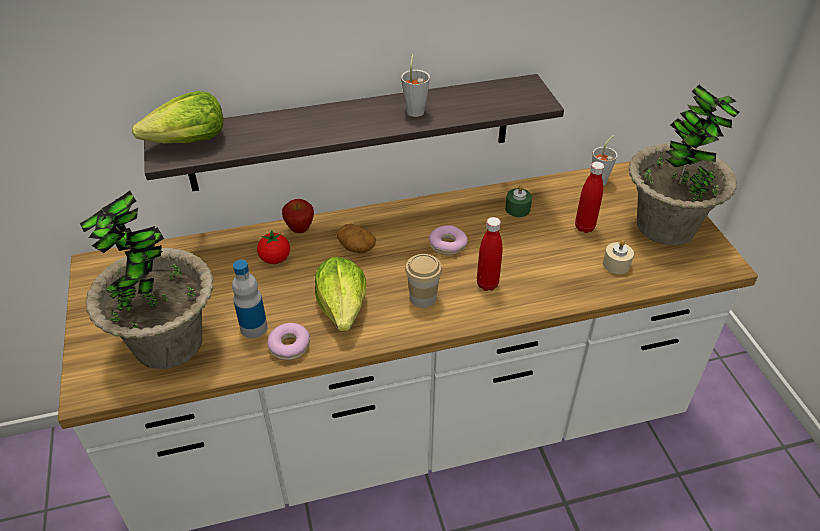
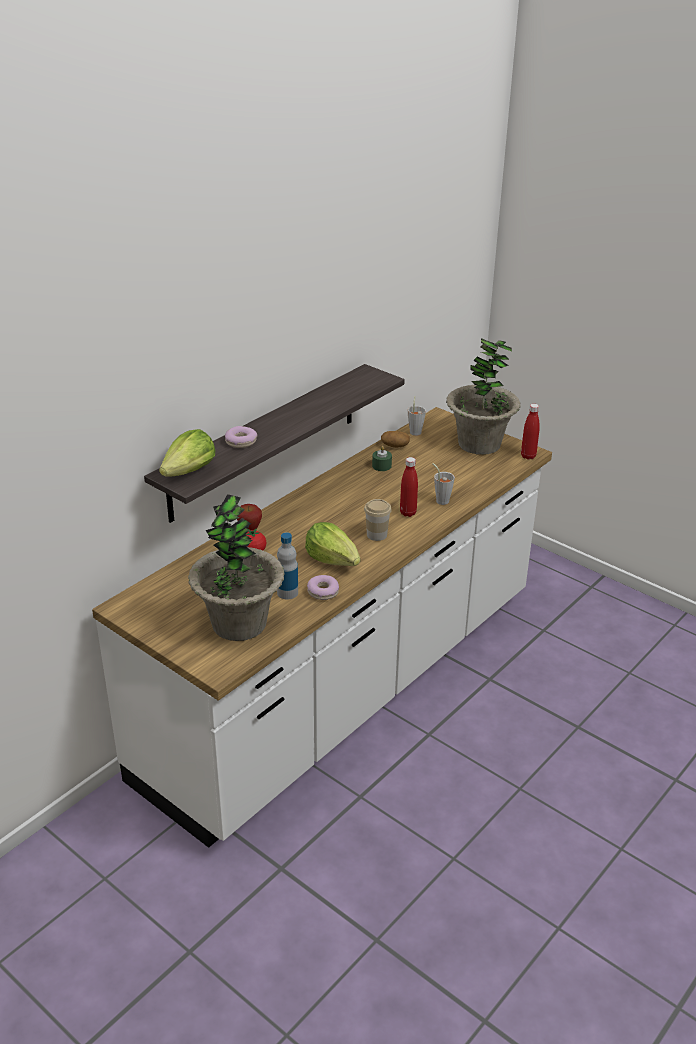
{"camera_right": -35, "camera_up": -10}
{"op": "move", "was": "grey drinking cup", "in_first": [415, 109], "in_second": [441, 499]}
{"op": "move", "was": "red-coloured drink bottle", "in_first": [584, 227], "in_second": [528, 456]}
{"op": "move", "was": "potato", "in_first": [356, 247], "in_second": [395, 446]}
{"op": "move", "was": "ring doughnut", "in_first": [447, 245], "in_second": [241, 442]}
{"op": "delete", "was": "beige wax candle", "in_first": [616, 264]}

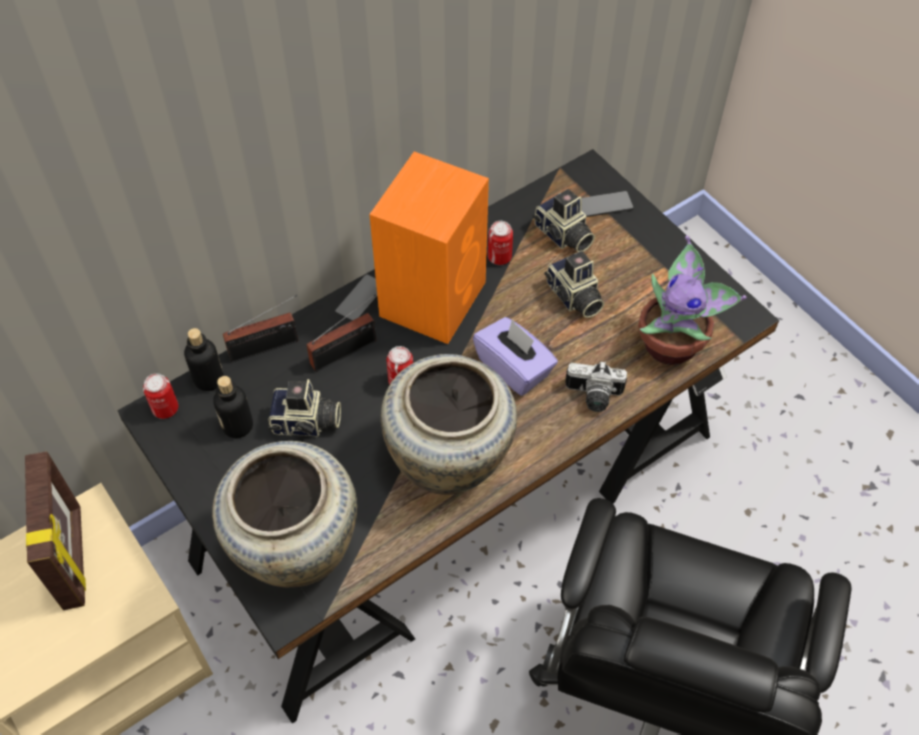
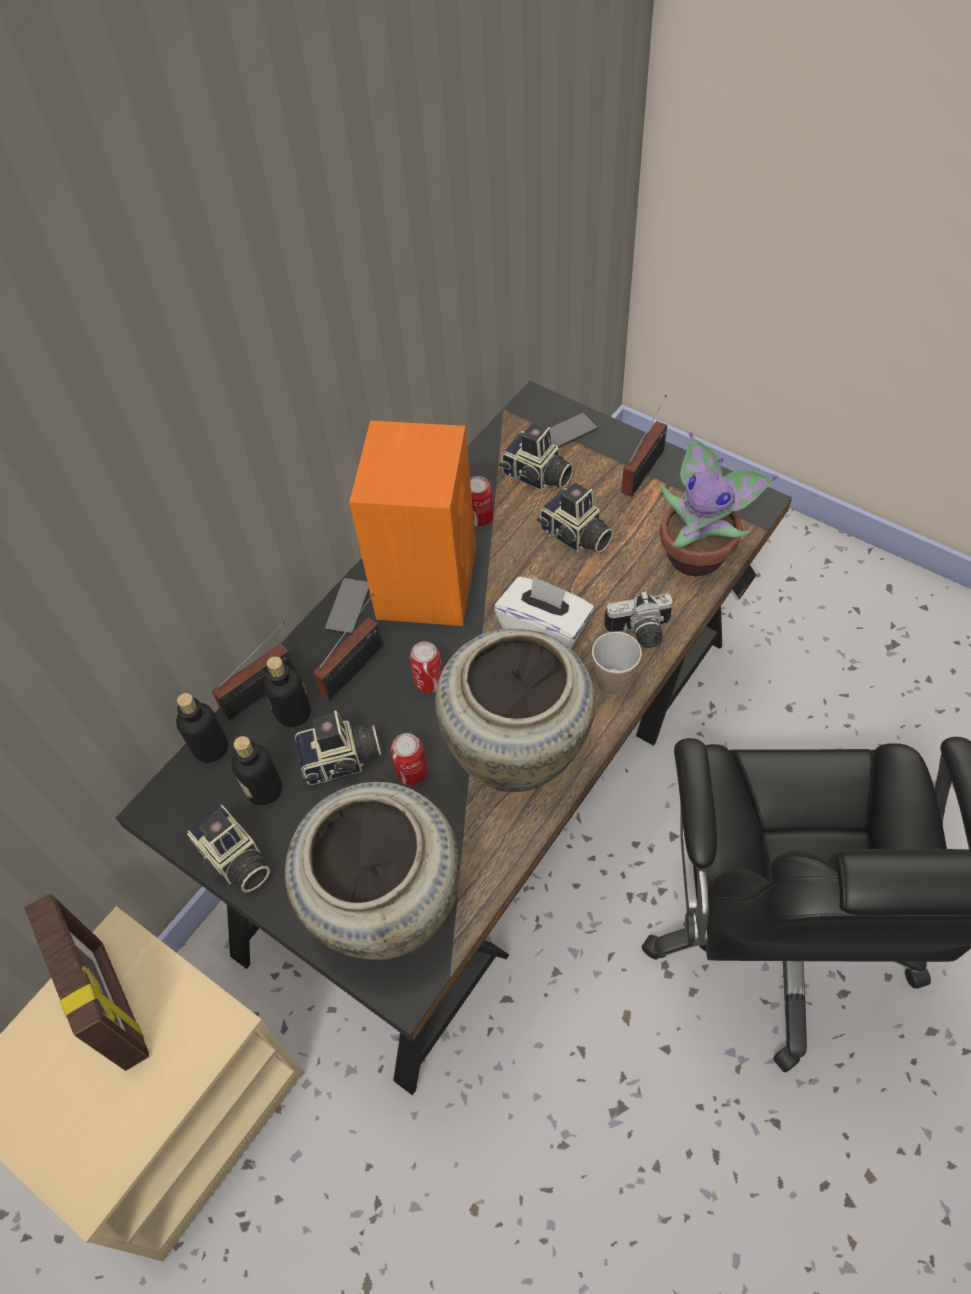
{"camera_right": -15, "camera_up": 0}
{"op": "recolor", "was": "purplish tissue box", "now": "white-coloured tissue box", "in_first": [514, 368], "in_second": [544, 629]}
{"op": "move", "was": "sealed can", "in_first": [165, 409], "in_second": [412, 772]}
{"op": "insert", "now": "radio receiver", "in_second": [645, 469]}
{"op": "insert", "now": "drinking cup", "in_second": [613, 682]}
{"op": "insert", "now": "drink bottle", "in_second": [293, 713]}
{"op": "insert", "now": "photo camera", "in_second": [234, 861]}

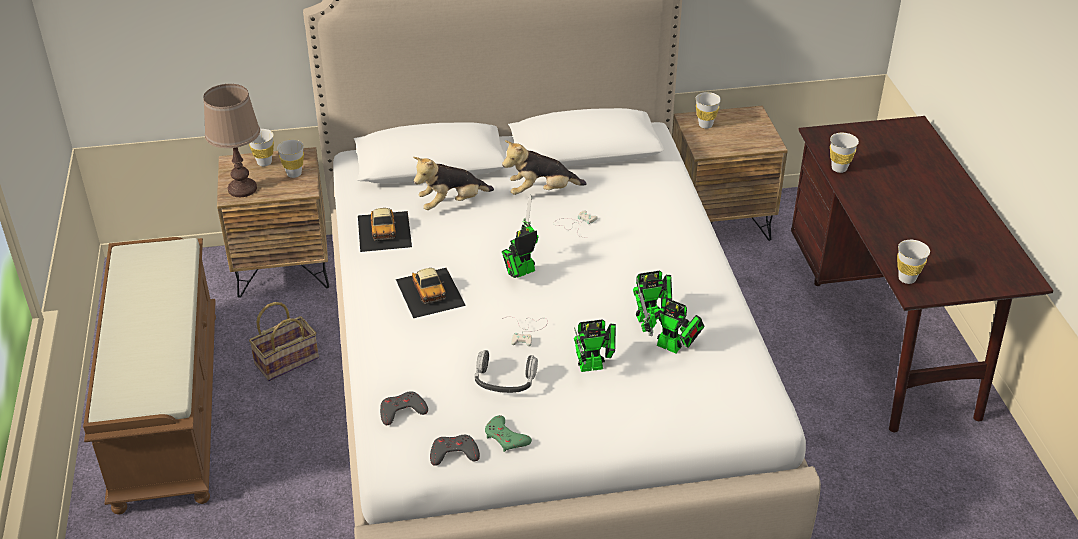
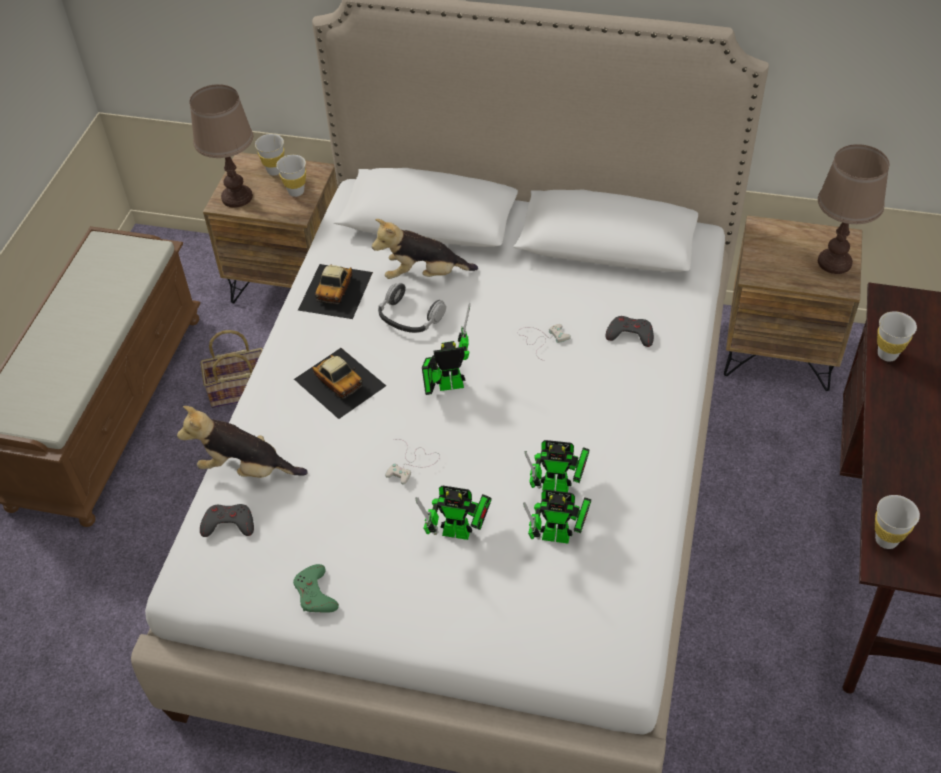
{"camera_right": 25, "camera_up": 10}
{"op": "delete", "was": "white-coloured drinking cup", "in_first": [705, 125]}
{"op": "move", "was": "soft toy", "in_first": [541, 192], "in_second": [246, 469]}
{"op": "rotate", "was": "miniature car", "in_first": [430, 292], "in_second": [340, 382], "clockwise": -45}
{"op": "rotate", "was": "robot figure", "in_first": [672, 348], "in_second": [560, 537], "clockwise": -45}
{"op": "move", "was": "headphones", "in_first": [505, 380], "in_second": [410, 317]}
{"op": "move", "was": "grey gamepad", "in_first": [454, 453], "in_second": [630, 334]}
{"op": "insert", "now": "brownish tabletop lamp", "in_second": [834, 262]}

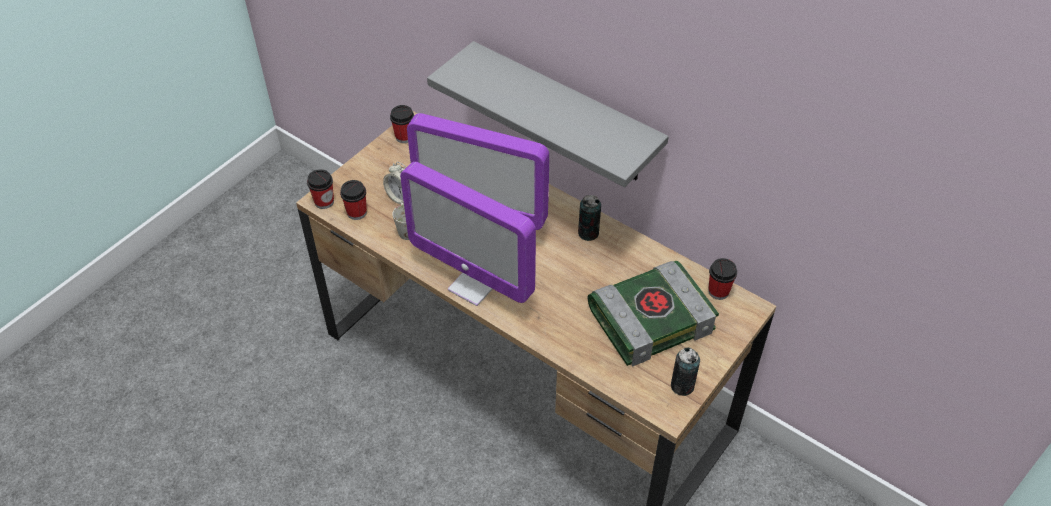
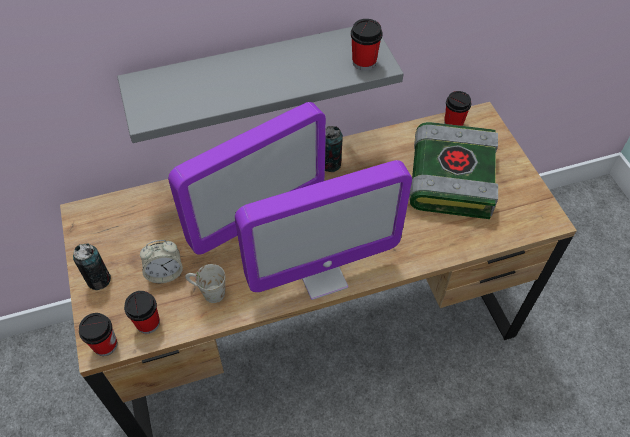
{"camera_right": -55, "camera_up": 5}
{"op": "move", "was": "drinking cup", "in_first": [404, 137], "in_second": [364, 62]}
{"op": "move", "was": "sealed can", "in_first": [682, 386], "in_second": [99, 280]}

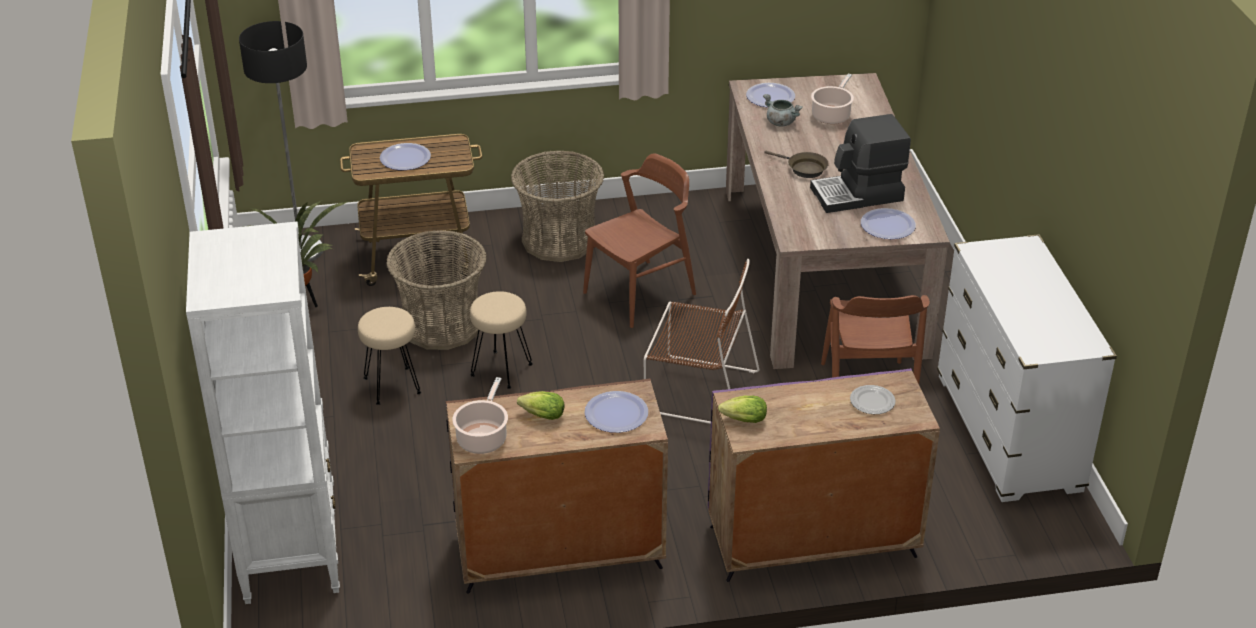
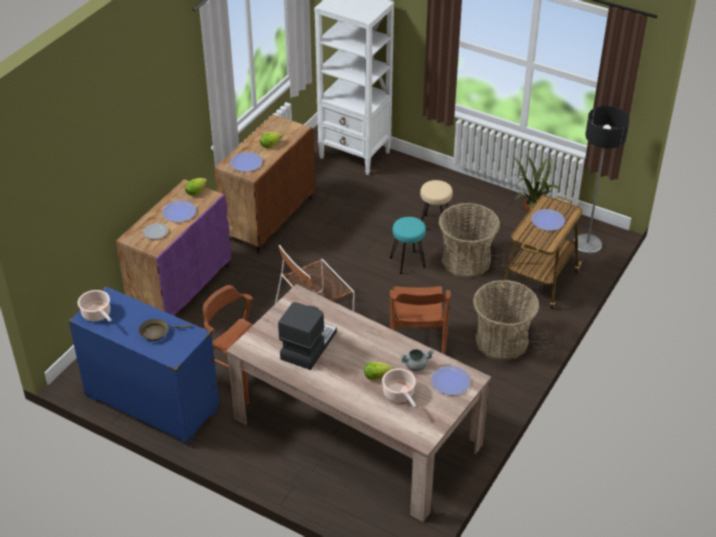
{"camera_right": 130, "camera_up": 5}
{"op": "move", "was": "brownish frying pan", "in_first": [804, 169], "in_second": [157, 332]}
{"op": "move", "was": "flat dish", "in_first": [887, 225], "in_second": [179, 212]}
{"op": "recolor", "was": "white-coloured chest of drawers", "now": "bluish chest of drawers", "in_first": [1008, 433], "in_second": [152, 403]}
{"op": "recolor", "was": "beige sitting stool", "now": "blue-green sitting stool", "in_first": [501, 369], "in_second": [408, 262]}
{"op": "move", "was": "stockpot", "in_first": [483, 437], "in_second": [97, 314]}
{"op": "insert", "now": "lettuce head", "in_second": [378, 376]}

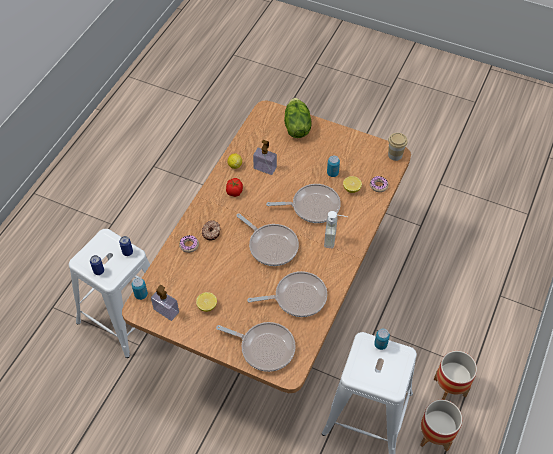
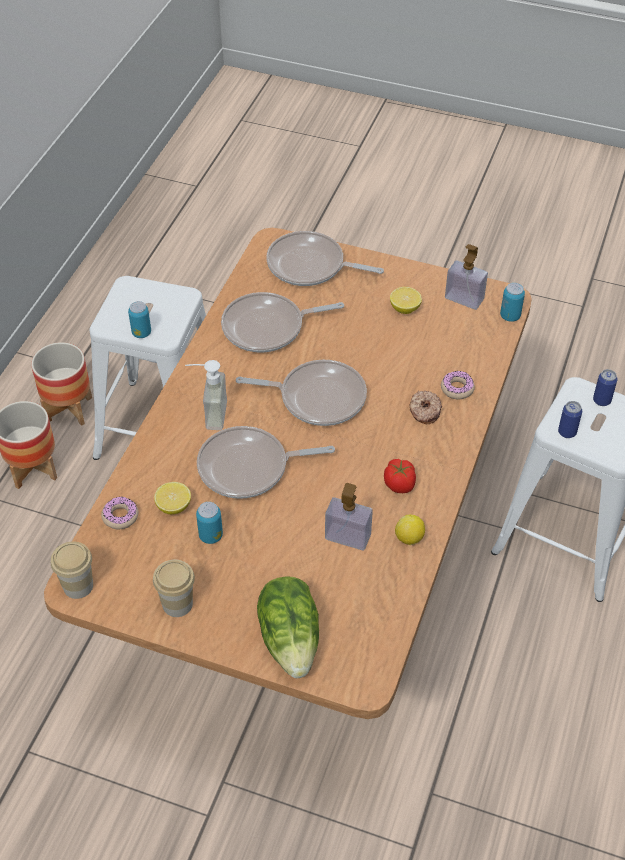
{"camera_right": 175, "camera_up": -5}
{"op": "rotate", "was": "frying pan", "in_first": [271, 245], "in_second": [317, 397], "clockwise": 150}
{"op": "insert", "now": "drinking cup", "in_second": [177, 604]}

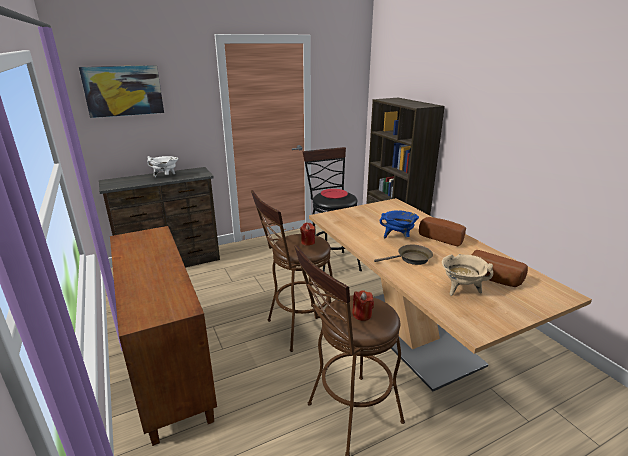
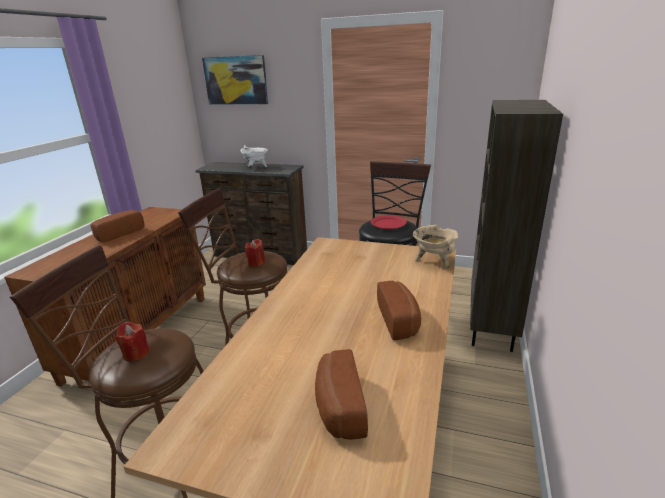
{"camera_right": 45, "camera_up": 0}
{"op": "delete", "was": "bluish stockpot", "in_first": [398, 237]}
{"op": "delete", "was": "brownish frying pan", "in_first": [411, 259]}
{"op": "move", "was": "beige stockpot", "in_first": [461, 290], "in_second": [434, 261]}
{"op": "insert", "now": "baked bread", "in_second": [118, 233]}

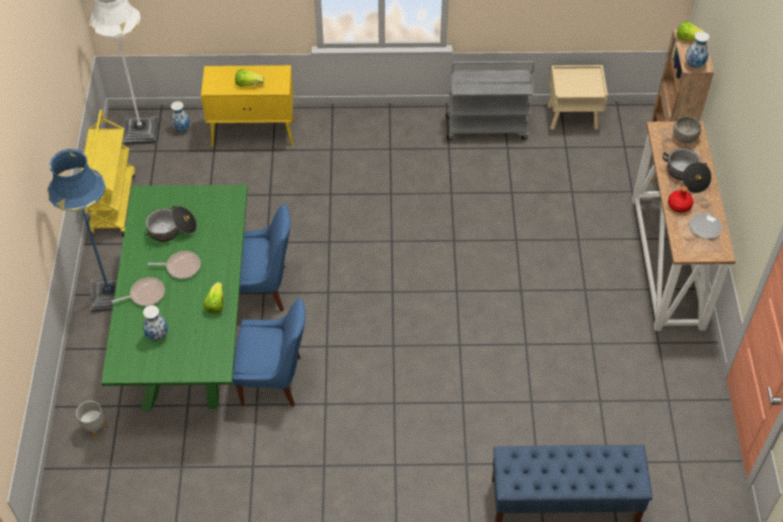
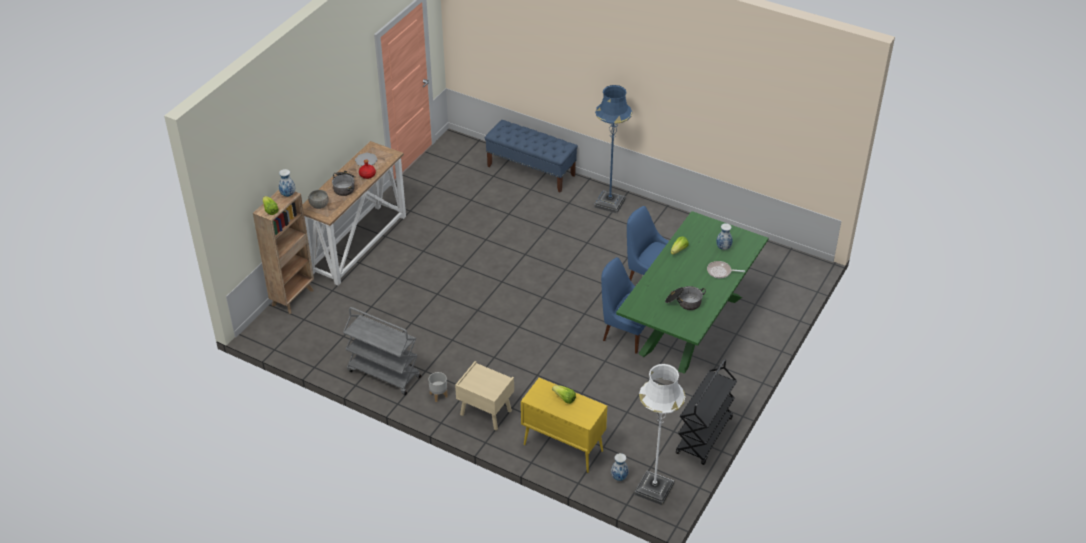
{"camera_right": -150, "camera_up": -10}
{"op": "move", "was": "beige night table", "in_first": [573, 117], "in_second": [485, 413]}
{"op": "recolor", "was": "yellow cart", "now": "black-coloured cart", "in_first": [112, 203], "in_second": [704, 436]}
{"op": "move", "was": "bluish standard lamp", "in_first": [110, 296], "in_second": [610, 203]}
{"op": "delete", "was": "frying pan", "in_first": [181, 267]}
{"op": "move", "was": "grey plant pot", "in_first": [94, 428], "in_second": [438, 395]}

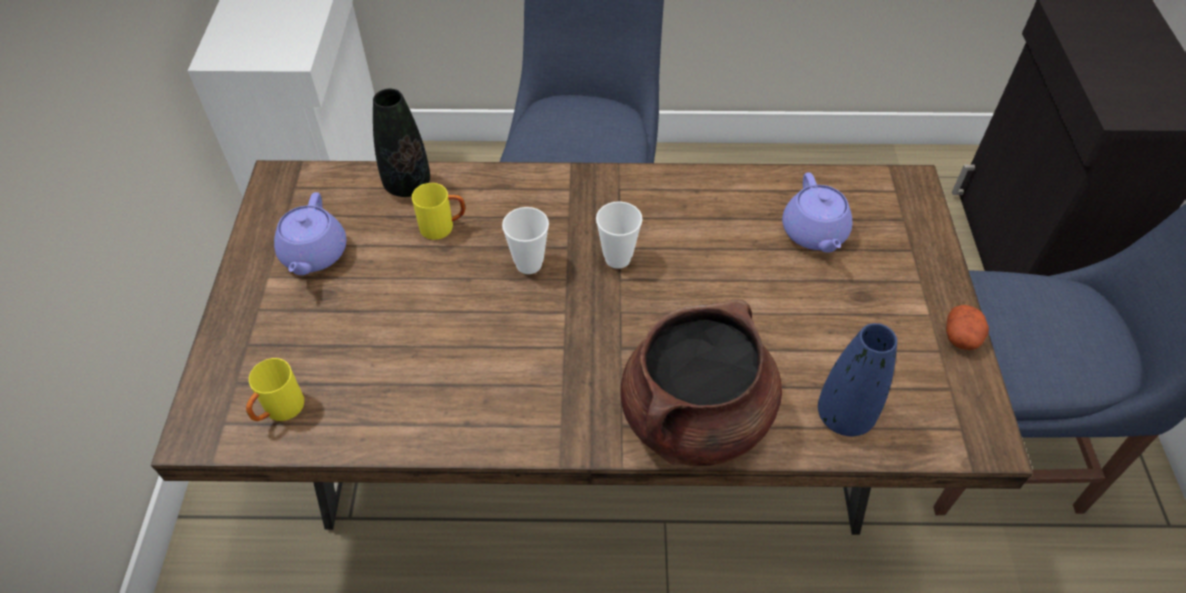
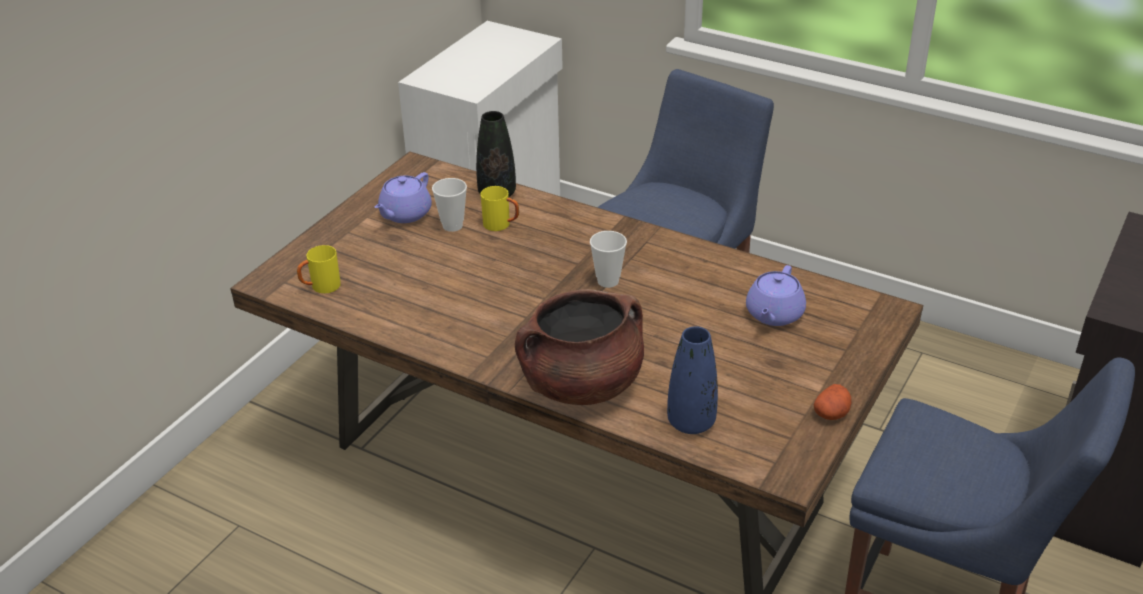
{"camera_right": 30, "camera_up": -15}
{"op": "move", "was": "drinking cup", "in_first": [529, 264], "in_second": [452, 226]}

